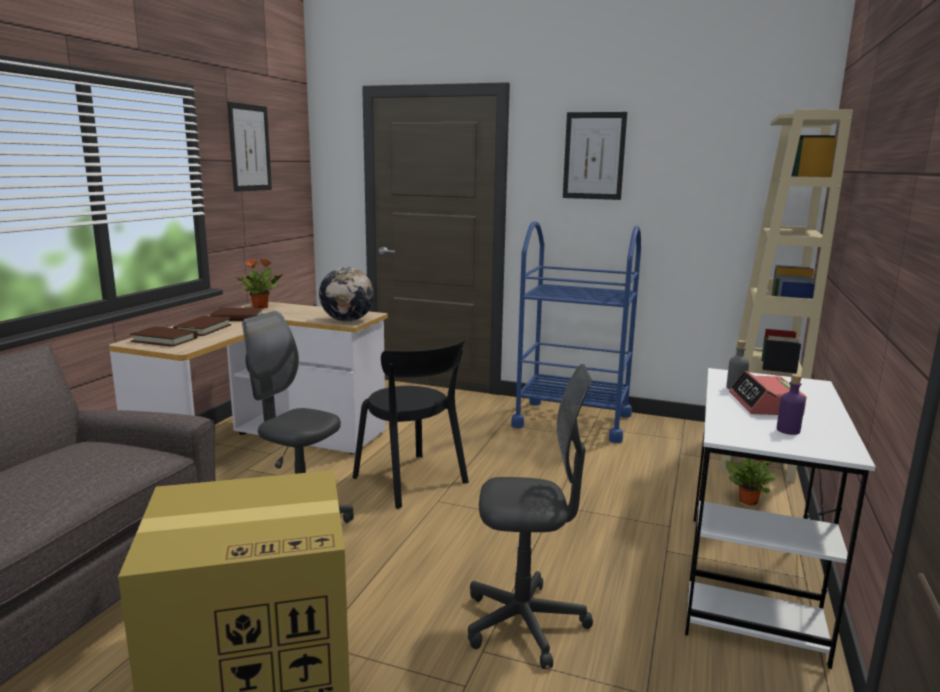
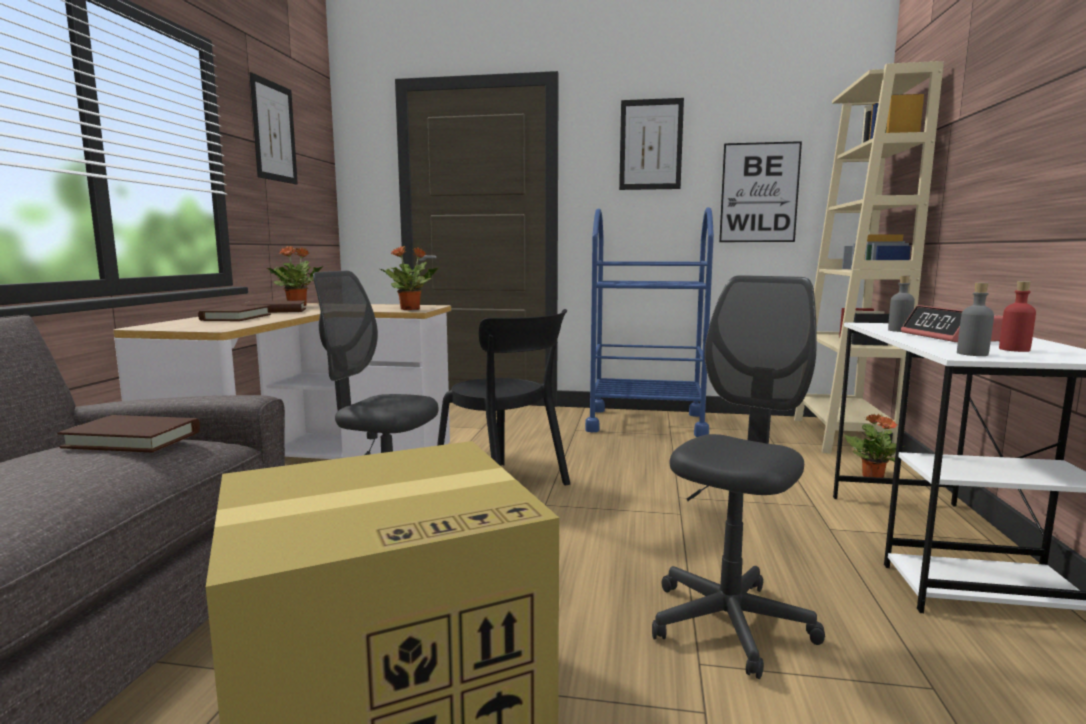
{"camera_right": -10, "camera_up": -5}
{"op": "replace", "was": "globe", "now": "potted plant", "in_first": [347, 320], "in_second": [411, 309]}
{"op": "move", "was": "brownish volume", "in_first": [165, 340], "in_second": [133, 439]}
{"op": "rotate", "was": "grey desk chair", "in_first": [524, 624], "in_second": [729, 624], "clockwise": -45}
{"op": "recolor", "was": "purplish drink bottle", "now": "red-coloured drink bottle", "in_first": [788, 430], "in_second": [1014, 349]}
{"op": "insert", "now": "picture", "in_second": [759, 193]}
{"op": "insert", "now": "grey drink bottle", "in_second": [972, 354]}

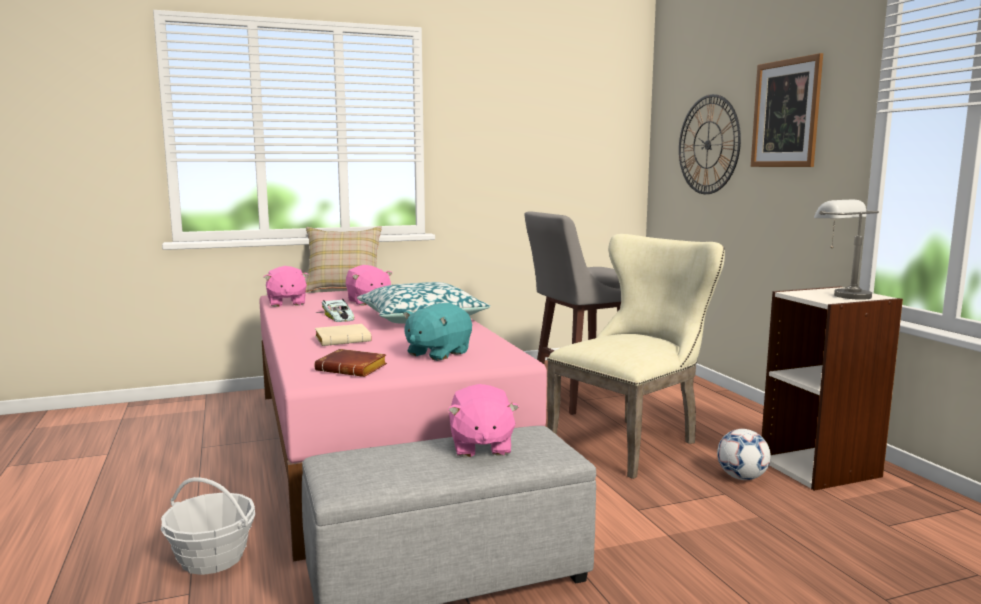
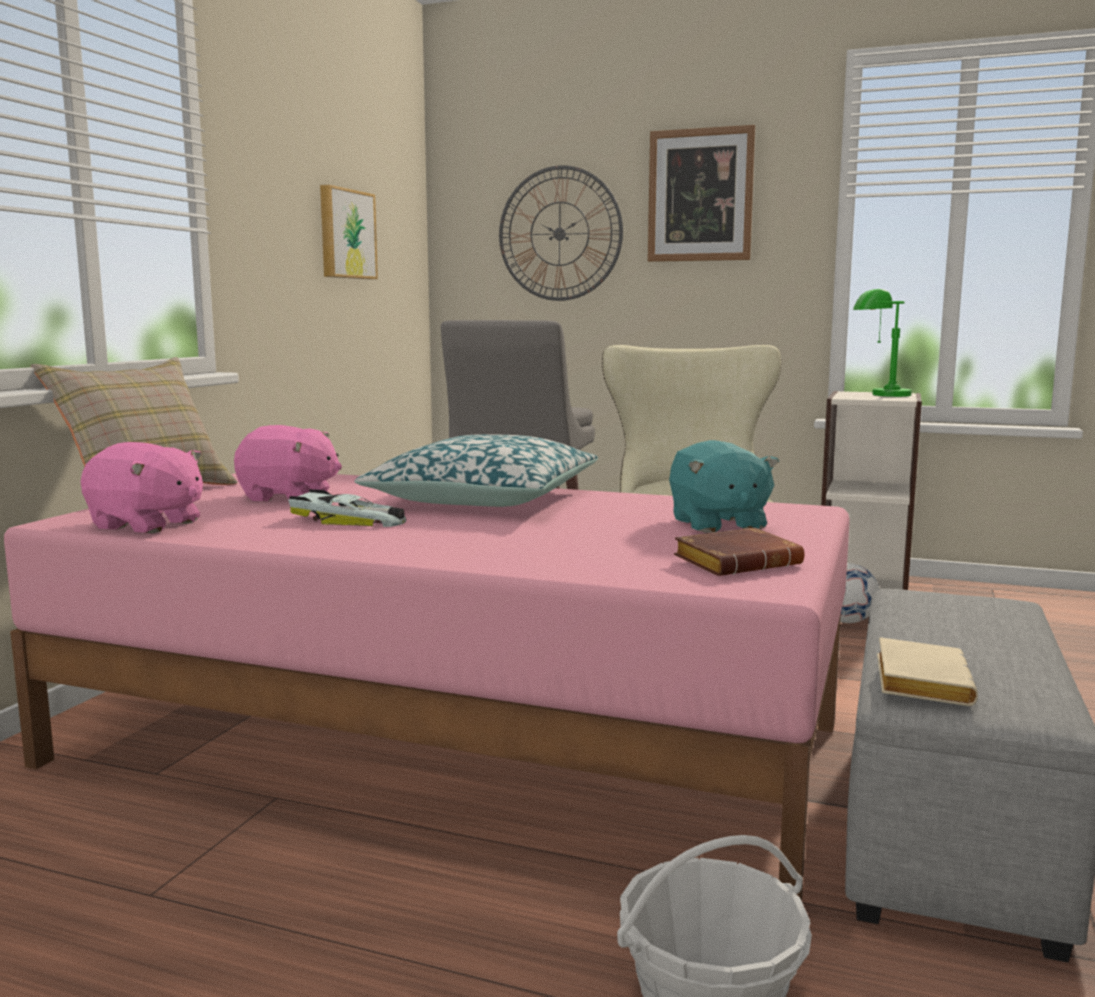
{"camera_right": -50, "camera_up": 0}
{"op": "recolor", "was": "grey tabletop lamp", "now": "green tabletop lamp", "in_first": [840, 294], "in_second": [878, 395]}
{"op": "move", "was": "beige volume", "in_first": [344, 340], "in_second": [918, 681]}
{"op": "delete", "was": "pinkish soft toy", "in_first": [480, 446]}
{"op": "insert", "now": "picture", "in_second": [345, 234]}

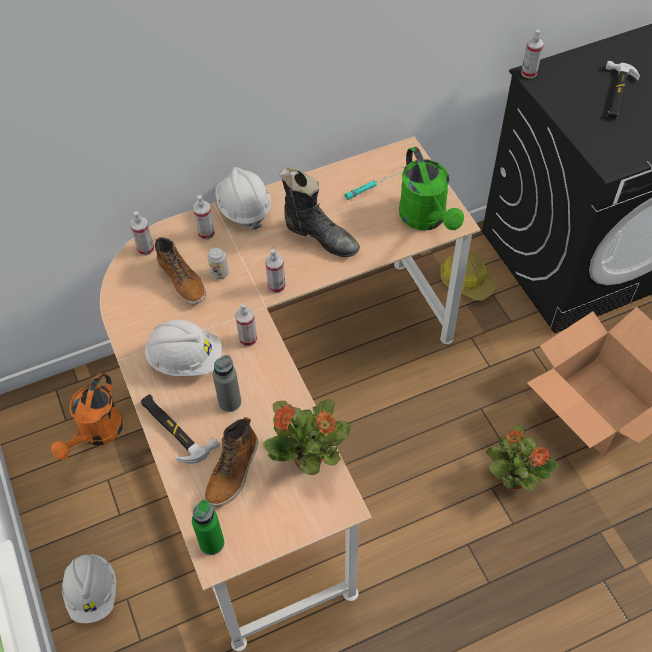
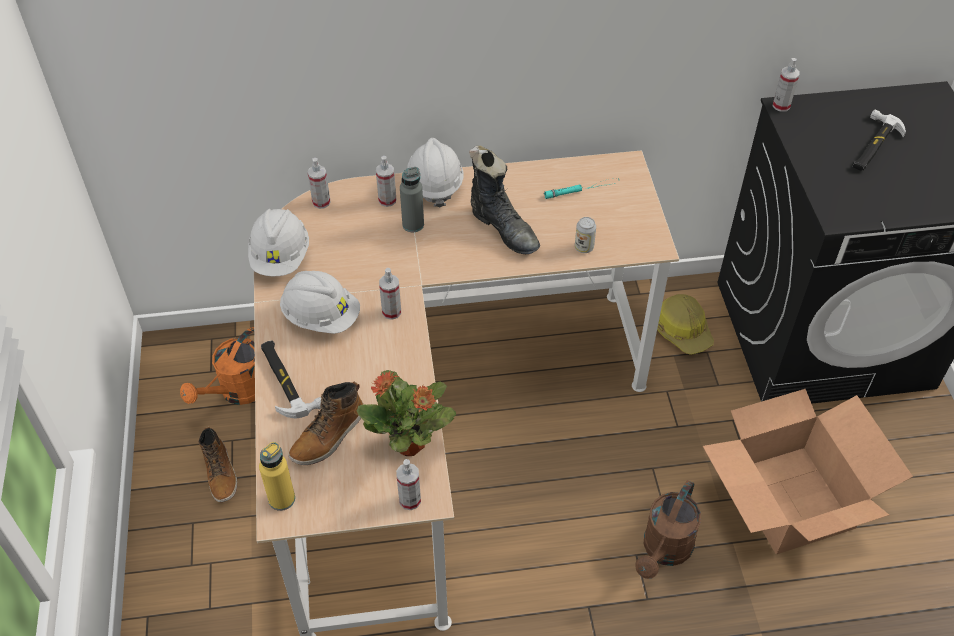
{"camera_right": 15, "camera_up": -5}
{"op": "delete", "was": "green watering pot", "in_first": [426, 219]}
{"op": "move", "was": "boot", "in_first": [182, 280], "in_second": [220, 473]}
{"op": "move", "was": "sealed can", "in_first": [219, 273], "in_second": [584, 247]}
{"op": "move", "was": "hand sprayer", "in_first": [276, 286], "in_second": [410, 500]}
{"op": "move", "was": "grey drink bottle", "in_first": [230, 402], "in_second": [413, 224]}
{"op": "replace", "was": "potted plant", "now": "brownish watering pot", "in_first": [513, 478], "in_second": [664, 551]}
{"op": "recolor", "was": "green drink bottle", "now": "yellow drink bottle", "in_first": [212, 543], "in_second": [282, 499]}
{"op": "move", "was": "white-coloured work helmet", "in_first": [93, 592], "in_second": [281, 257]}

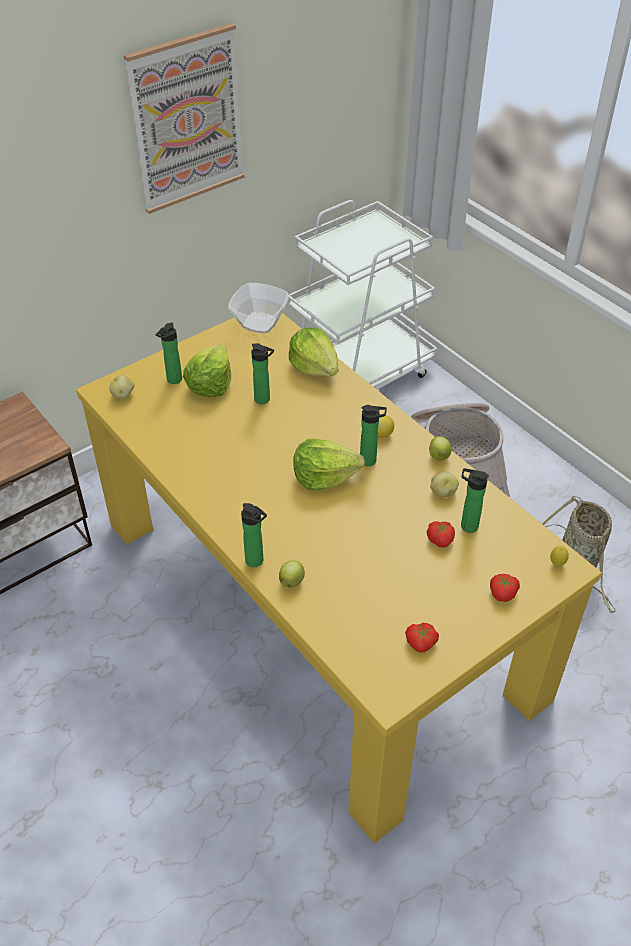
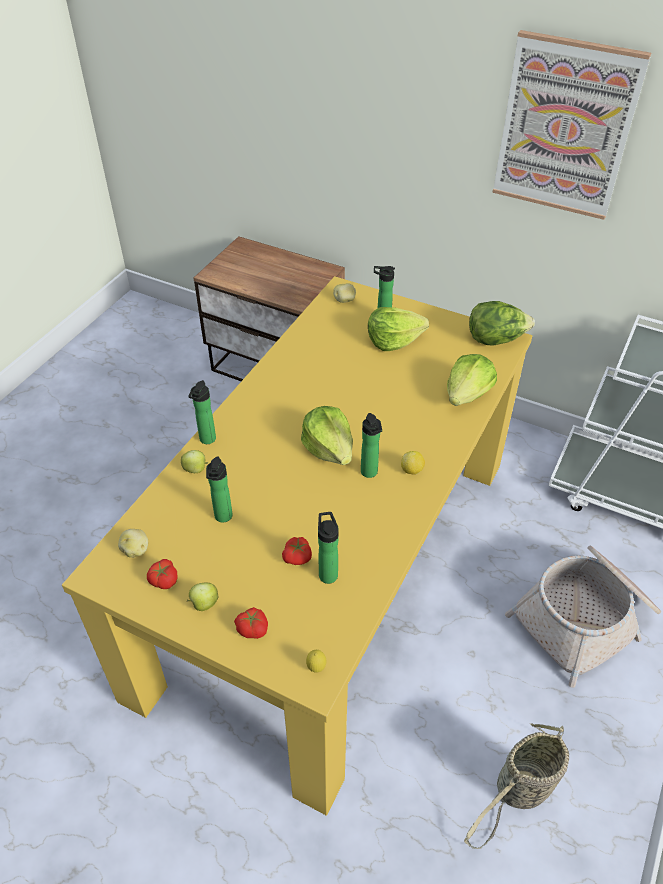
{"camera_right": 65, "camera_up": 0}
{"op": "replace", "was": "deep dish", "now": "lettuce head", "in_first": [258, 323], "in_second": [496, 339]}
{"op": "move", "was": "drink bottle", "in_first": [264, 400], "in_second": [223, 518]}
{"op": "move", "was": "apple fruit", "in_first": [439, 457], "in_second": [204, 604]}
{"op": "move", "was": "potato", "in_first": [442, 492], "in_second": [136, 549]}

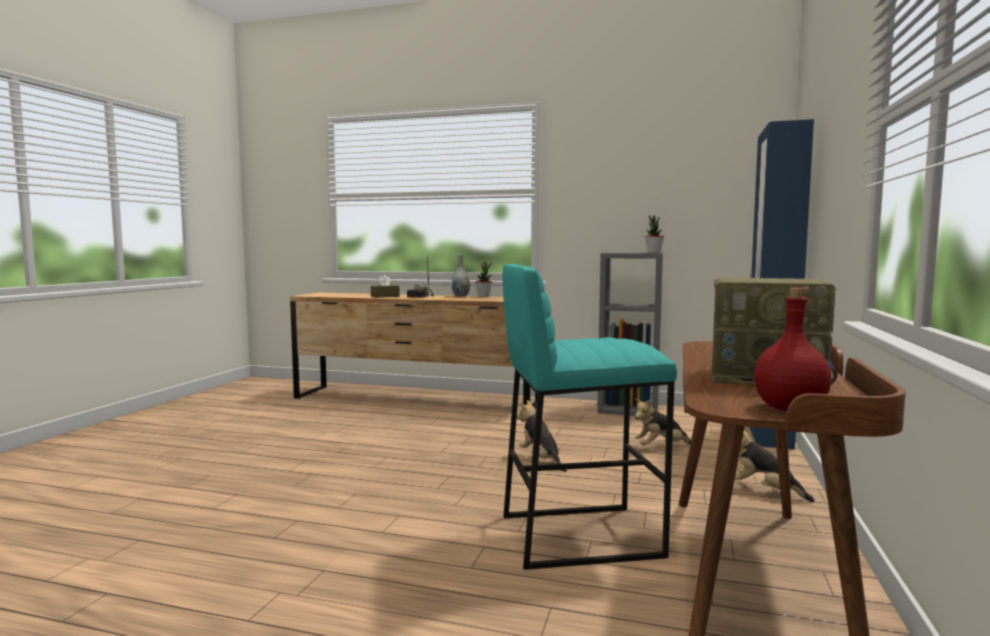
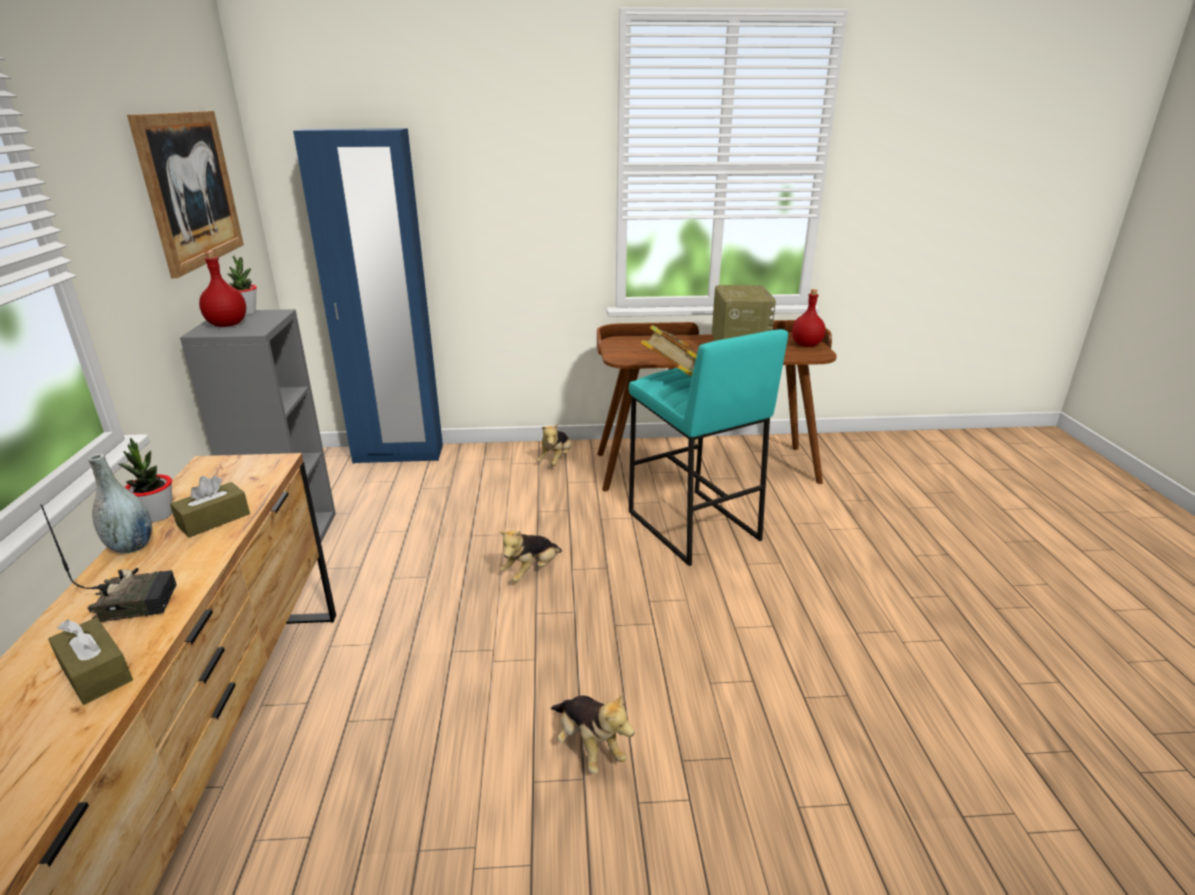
{"camera_right": -110, "camera_up": 20}
{"op": "move", "was": "soft toy", "in_first": [660, 447], "in_second": [588, 746]}
{"op": "insert", "now": "picture", "in_second": [191, 189]}
{"op": "insert", "now": "red-coloured drink bottle", "in_second": [226, 324]}
{"op": "insert", "now": "volume", "in_second": [674, 376]}
{"op": "insert", "now": "brownish tissue box", "in_second": [214, 520]}

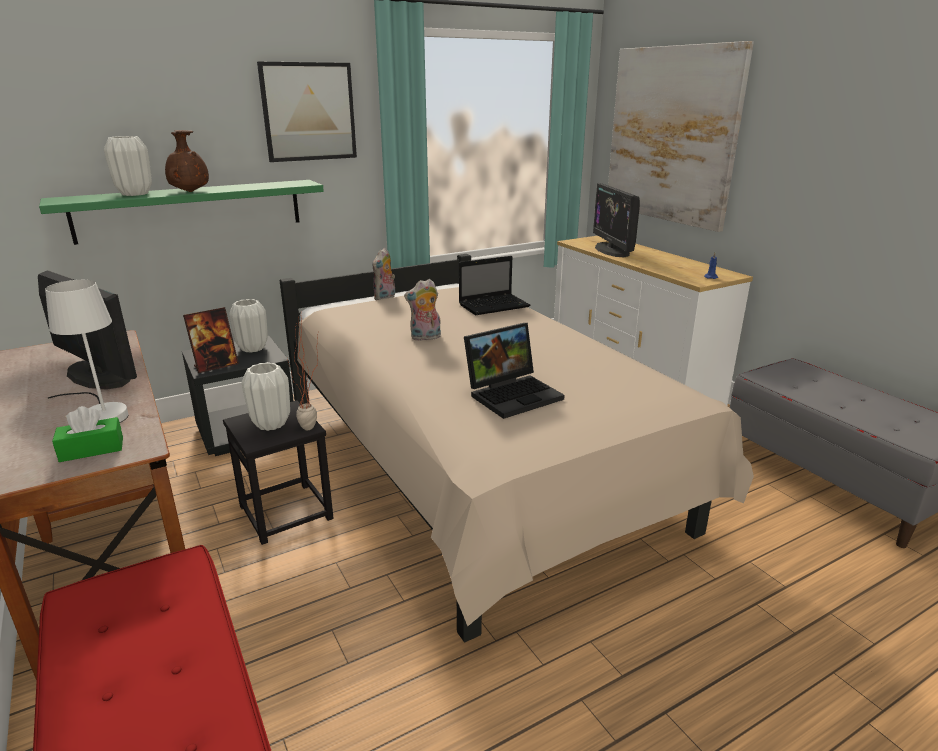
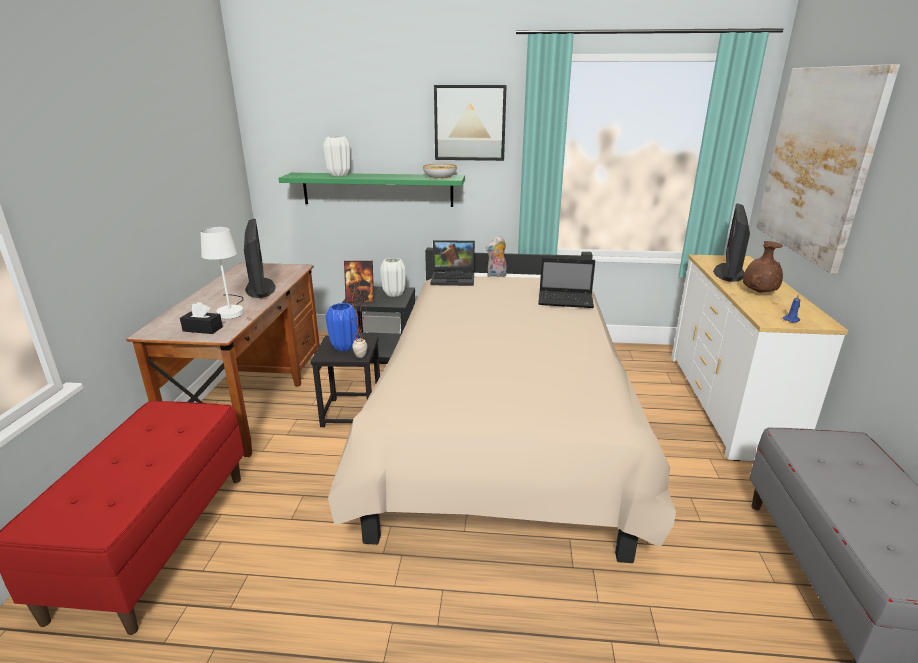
{"camera_right": 35, "camera_up": 0}
{"op": "move", "was": "brownish vase", "in_first": [189, 192], "in_second": [758, 292]}
{"op": "delete", "was": "soft toy", "in_first": [425, 338]}
{"op": "move", "was": "portable computer", "in_first": [513, 394], "in_second": [454, 278]}
{"op": "recolor", "was": "white-coloured vase", "now": "bluish vase", "in_first": [271, 424], "in_second": [344, 347]}
{"op": "recolor", "was": "green tissue box", "now": "black-coloured tissue box", "in_first": [92, 449], "in_second": [202, 329]}
{"op": "insert", "now": "deep dish", "in_second": [440, 176]}

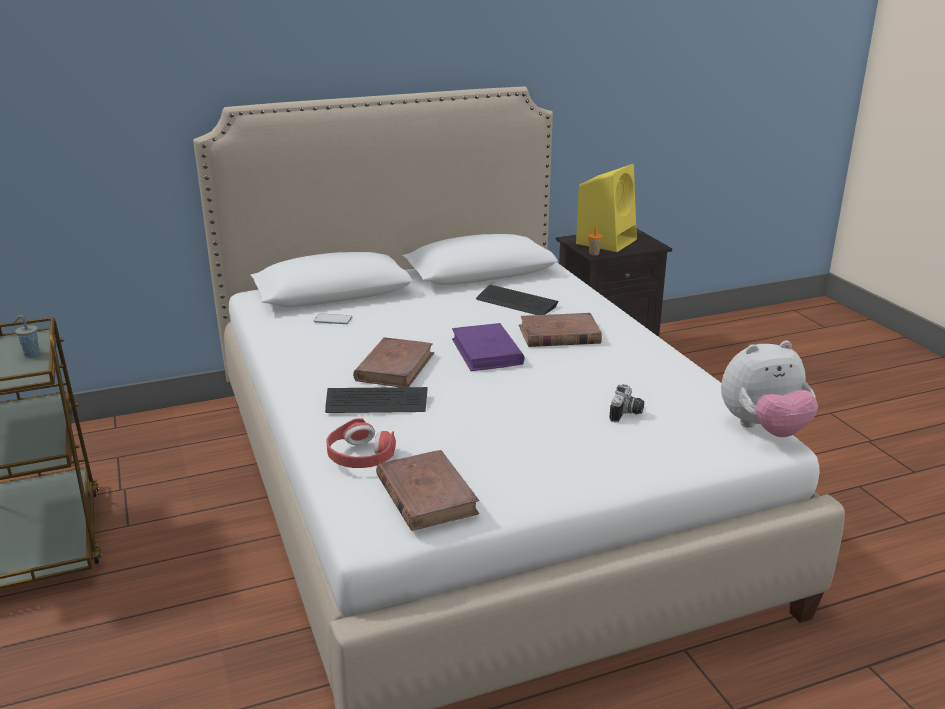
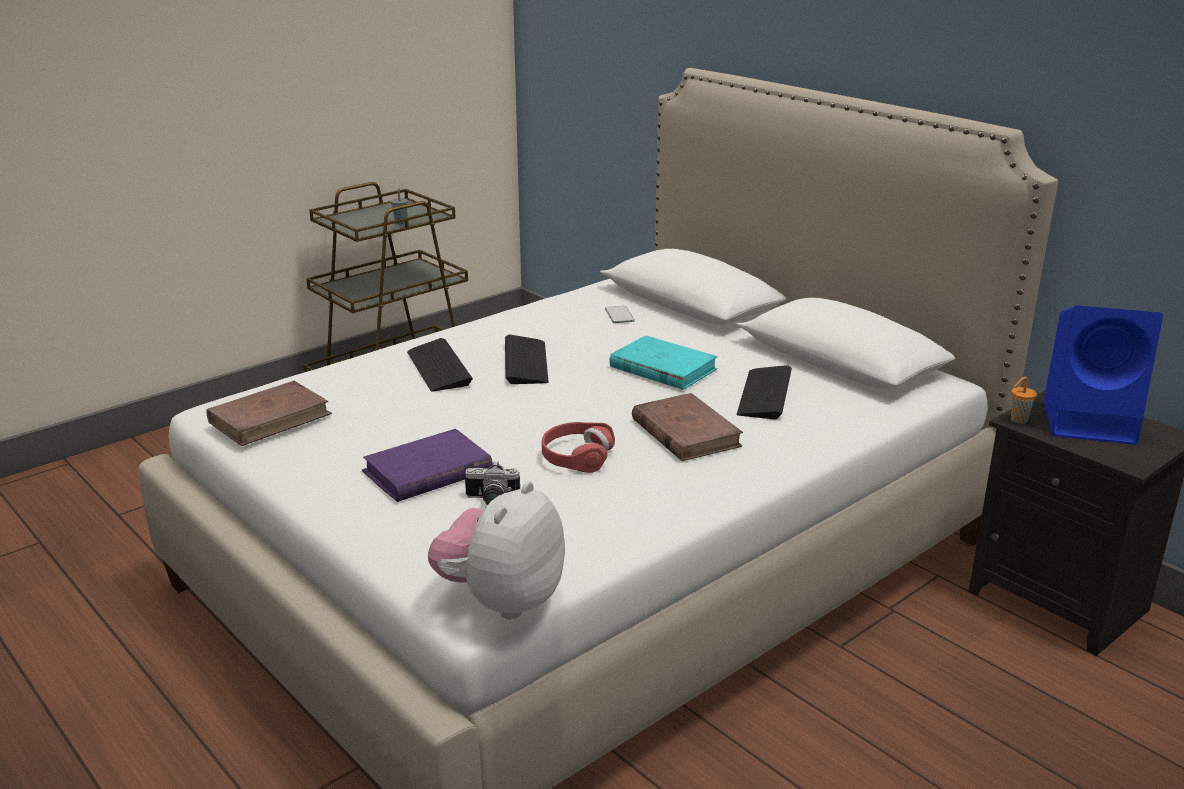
{"camera_right": 70, "camera_up": 0}
{"op": "recolor", "was": "yellow speaker", "now": "bluish speaker", "in_first": [606, 241], "in_second": [1091, 422]}
{"op": "move", "was": "purplish volume", "in_first": [487, 352], "in_second": [427, 472]}
{"op": "replace", "was": "brownish volume", "now": "computer keyboard", "in_first": [395, 367], "in_second": [526, 362]}
{"op": "rotate", "was": "soft toy", "in_first": [763, 429], "in_second": [502, 600], "clockwise": 60}
{"op": "move", "was": "red-coloured headphones", "in_first": [360, 455], "in_second": [576, 456]}
{"op": "insert", "now": "blue-green volume", "in_second": [662, 368]}

